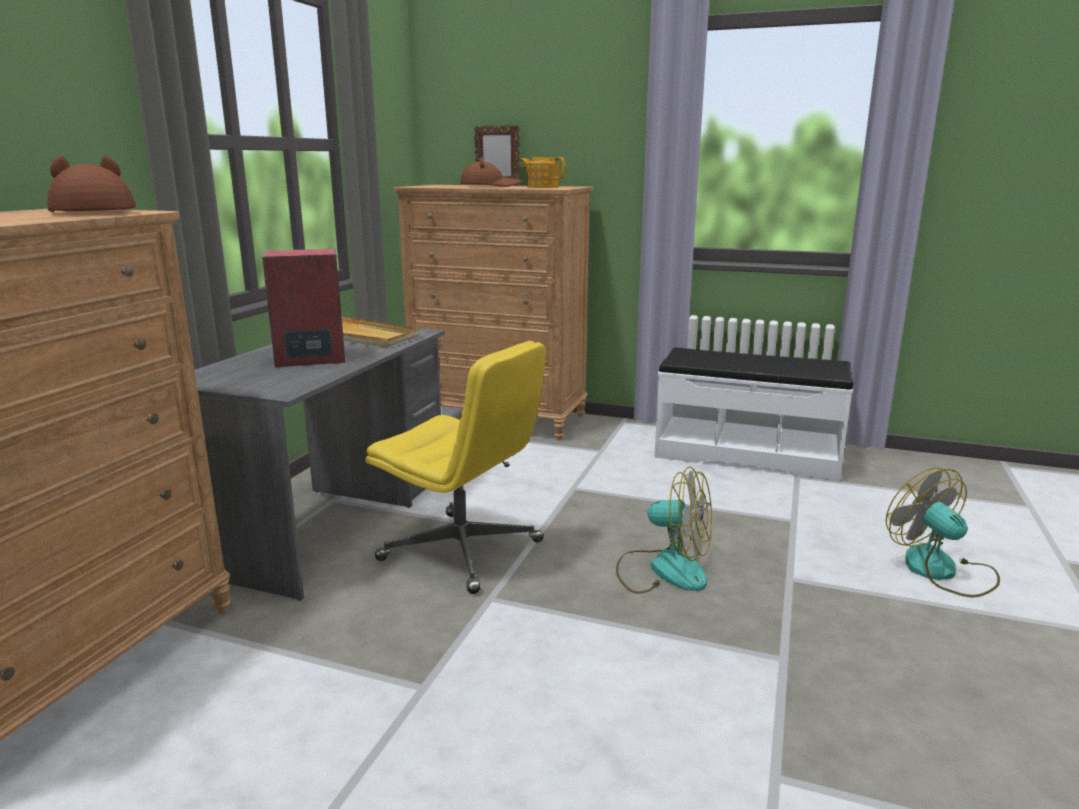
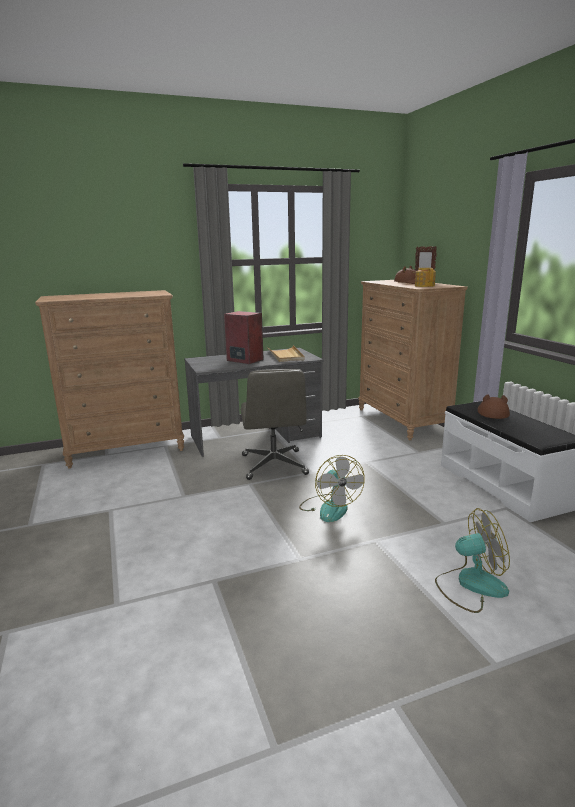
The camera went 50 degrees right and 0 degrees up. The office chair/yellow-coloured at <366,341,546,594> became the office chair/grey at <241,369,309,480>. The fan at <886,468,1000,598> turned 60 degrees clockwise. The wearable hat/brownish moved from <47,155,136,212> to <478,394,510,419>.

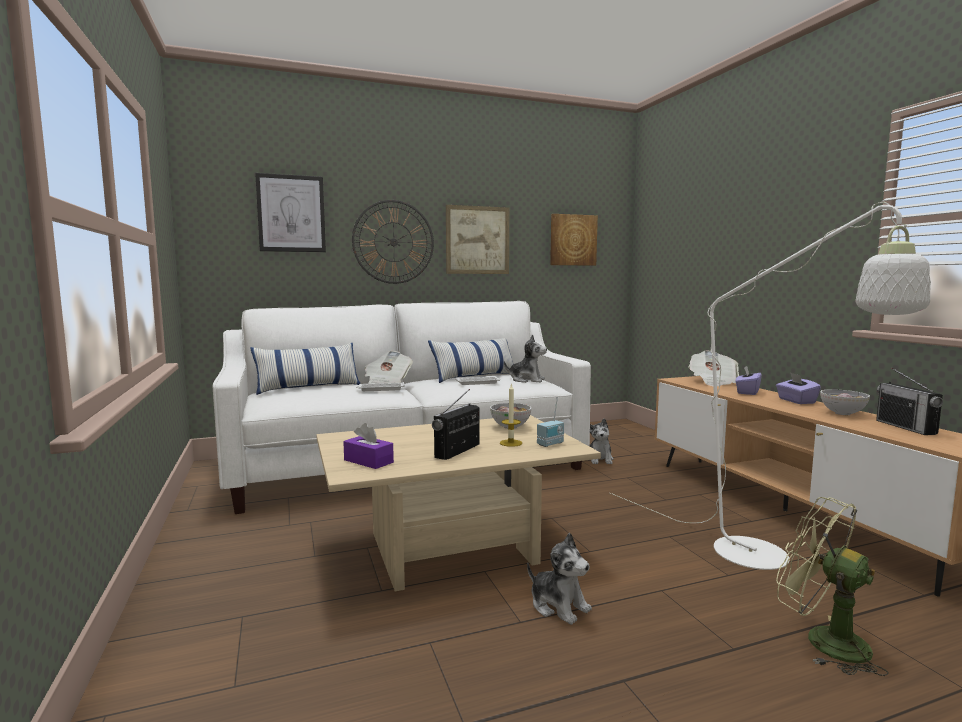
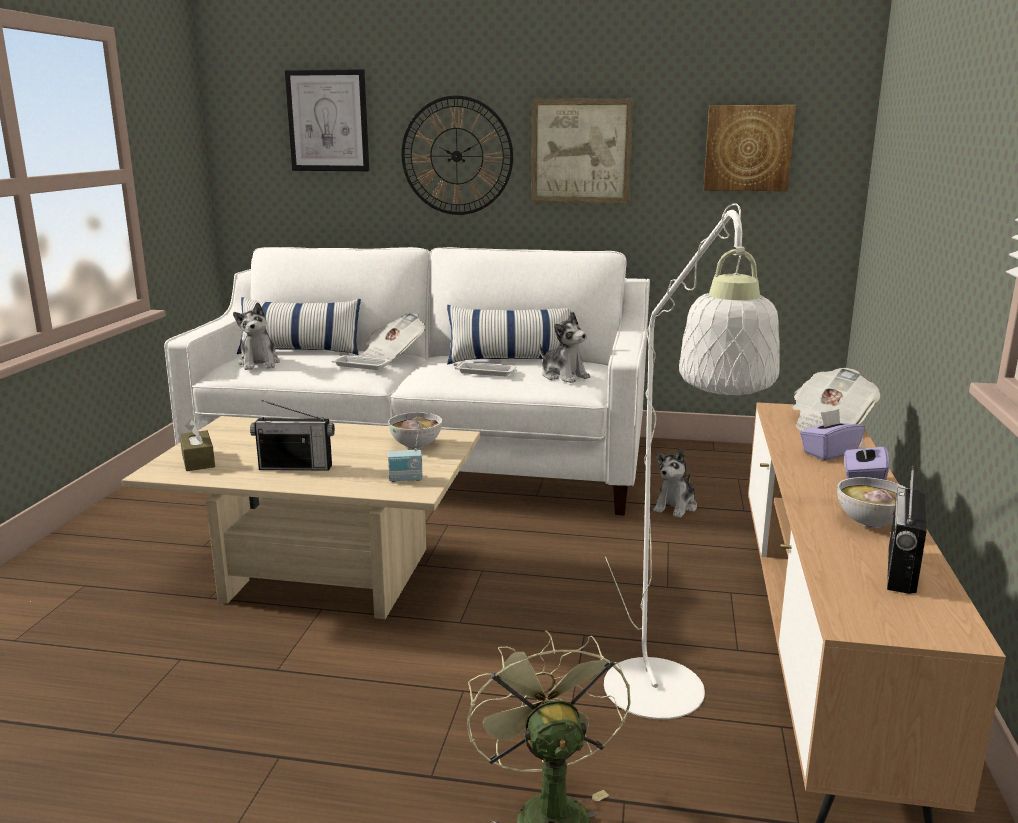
The camera went 30 degrees right and 10 degrees up. The box of tissues/purplish at <343,423,394,469> became the box of tissues/brownish at <180,419,215,471>. The plush toy moved from <527,533,592,625> to <233,302,280,370>. The radio set at <432,389,480,460> turned 150 degrees counterclockwise. The candle at <500,383,522,447> disappeared.

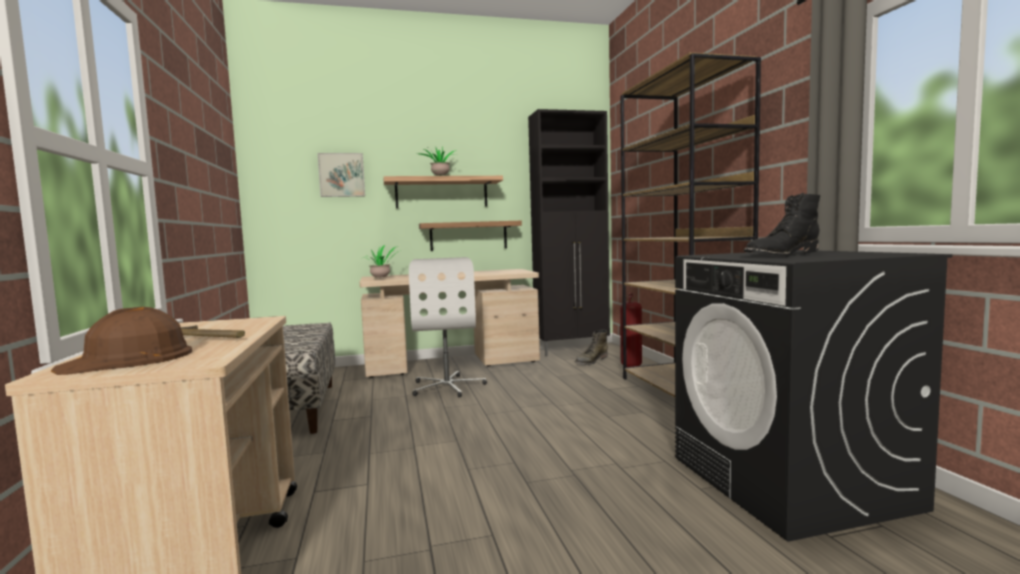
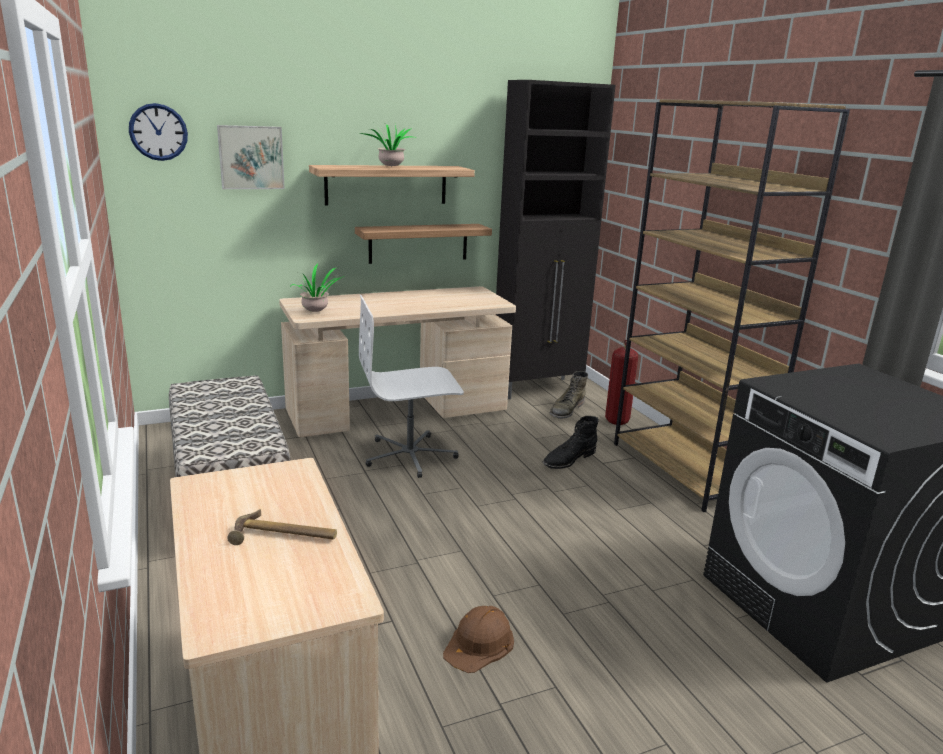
The camera went 10 degrees left and 15 degrees up. The clock on the wall at <129,103,188,161> appeared. The office chair/white-coloured at <409,257,487,397> turned 90 degrees clockwise. The work helmet/brownish moved from <51,307,192,375> to <443,606,514,673>. The high-top boot/black-coloured moved from <743,193,820,257> to <543,416,599,469>.

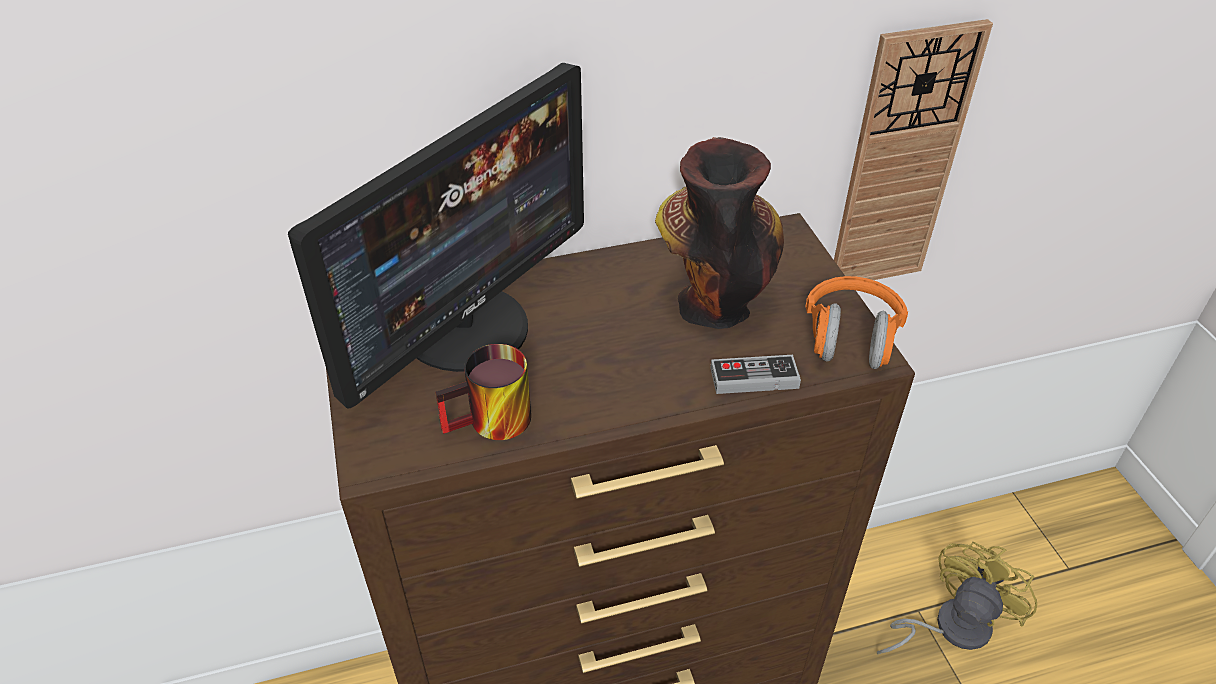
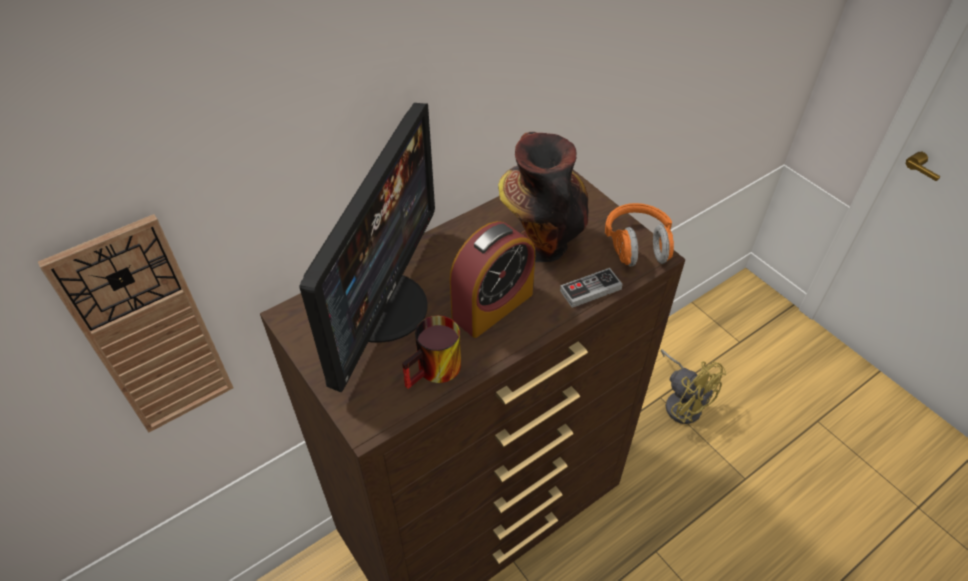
The camera went 20 degrees left and 5 degrees up. The clock on the wall moved from <834,19,993,280> to <38,214,233,432>. The bedside clock at <450,221,535,338> appeared. The fan/yellow-coloured at <877,542,1037,655> turned 120 degrees clockwise.

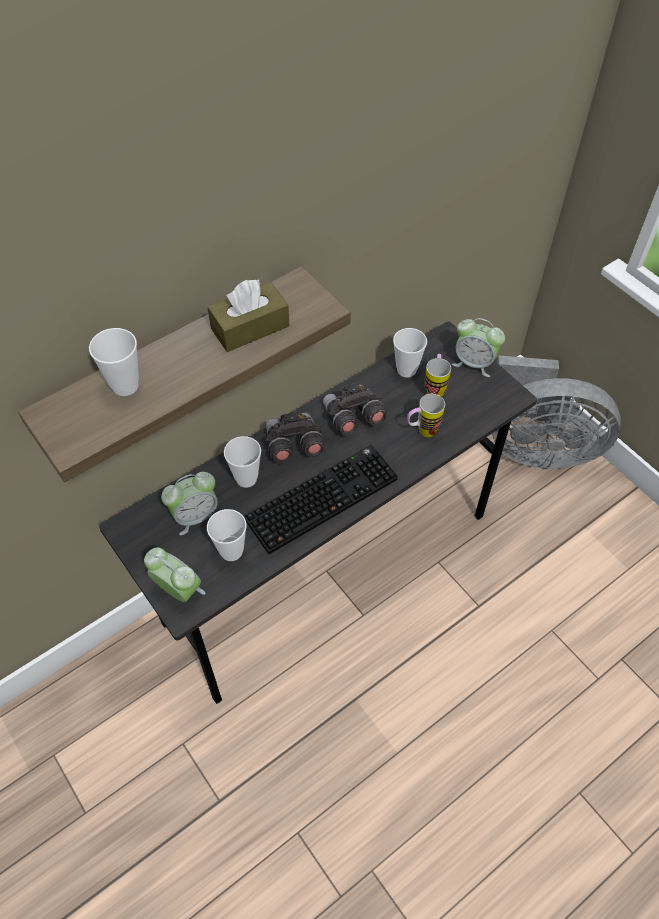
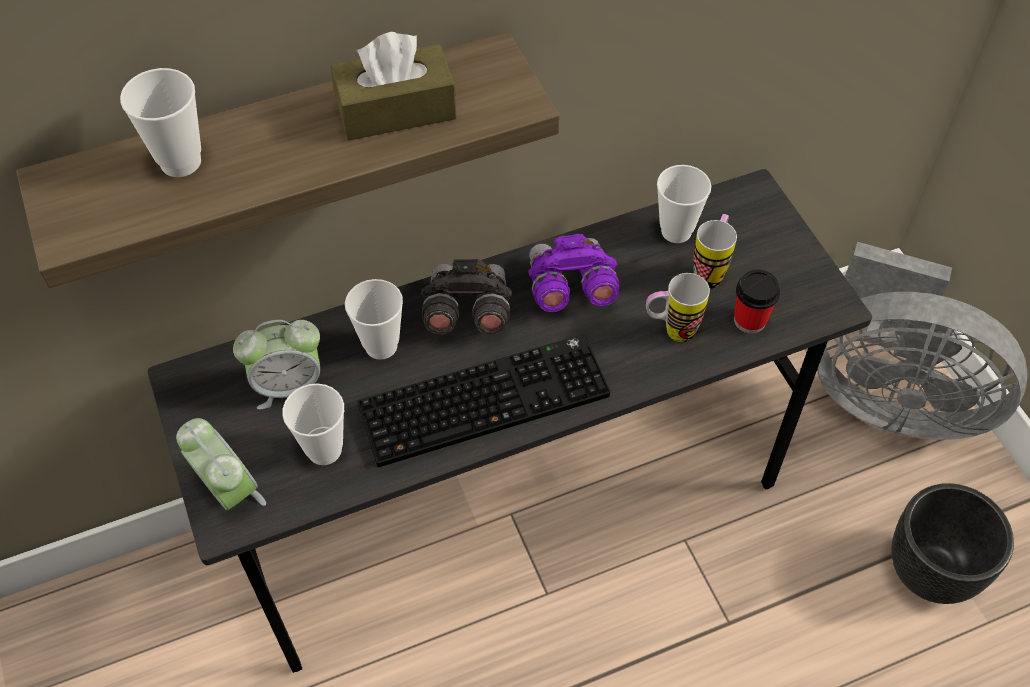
The camera went 15 degrees right and 0 degrees up. The field glasses/grey at <323,383,387,435> became the field glasses/purplish at <528,234,619,312>. The small cup at <734,270,780,334> appeared. The flower pot/black-coloured at <891,483,1014,604> appeared. The bedside clock at <452,318,505,377> disappeared.

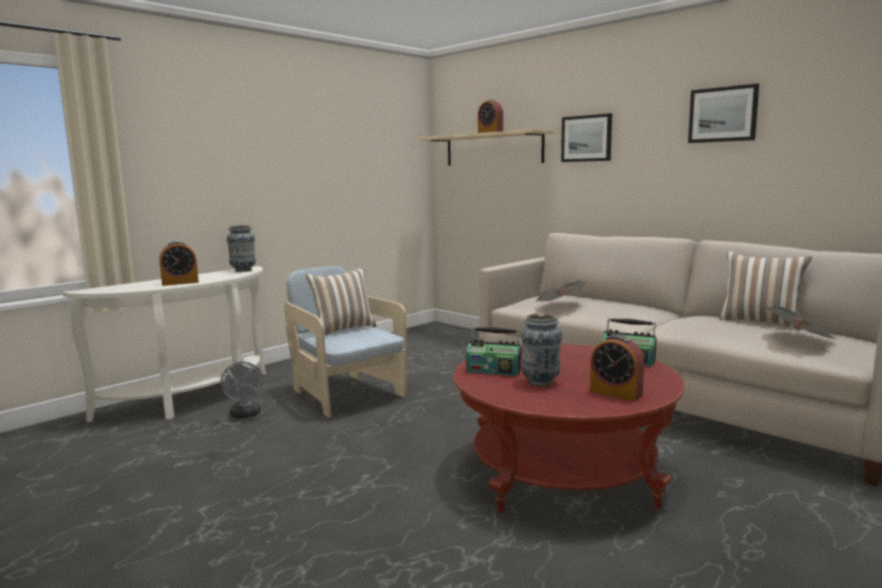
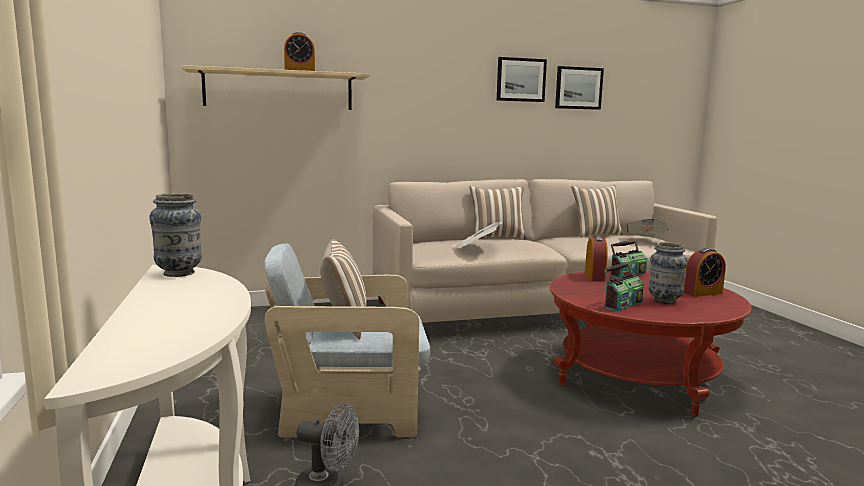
The camera went 60 degrees left and 0 degrees up. The pillow at <470,186,527,240> appeared. The wall picture moved from <561,113,612,162> to <555,66,604,110>. The bedside clock moved from <159,241,199,286> to <585,235,608,281>.

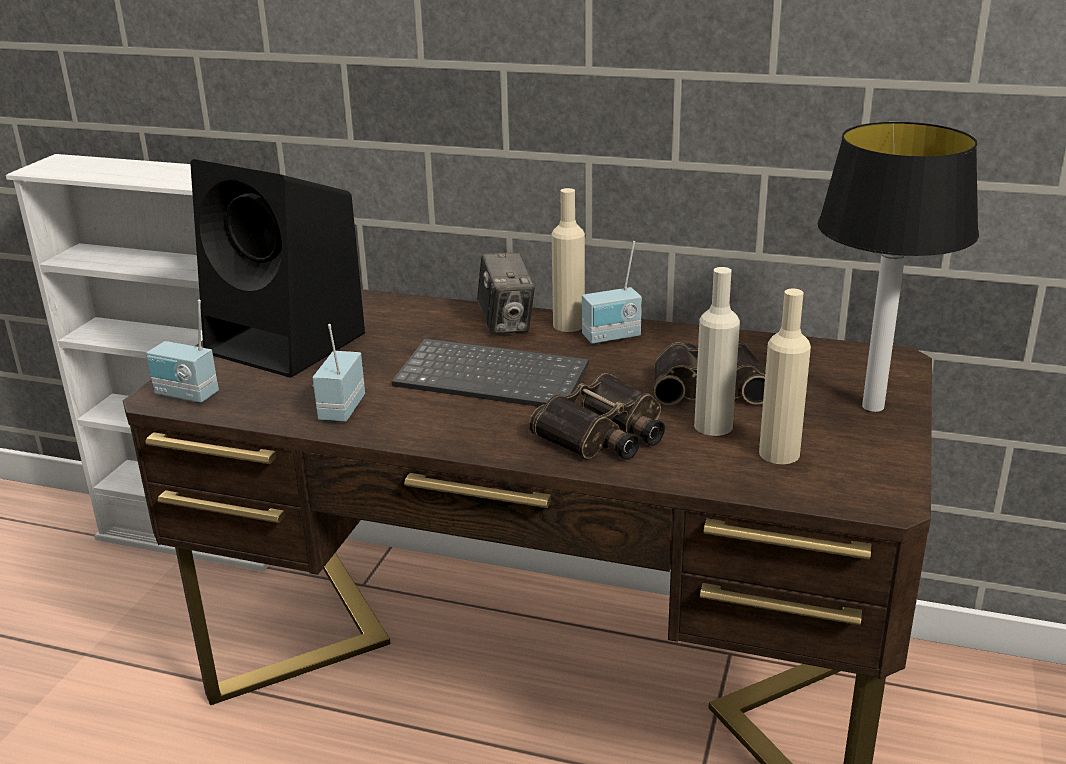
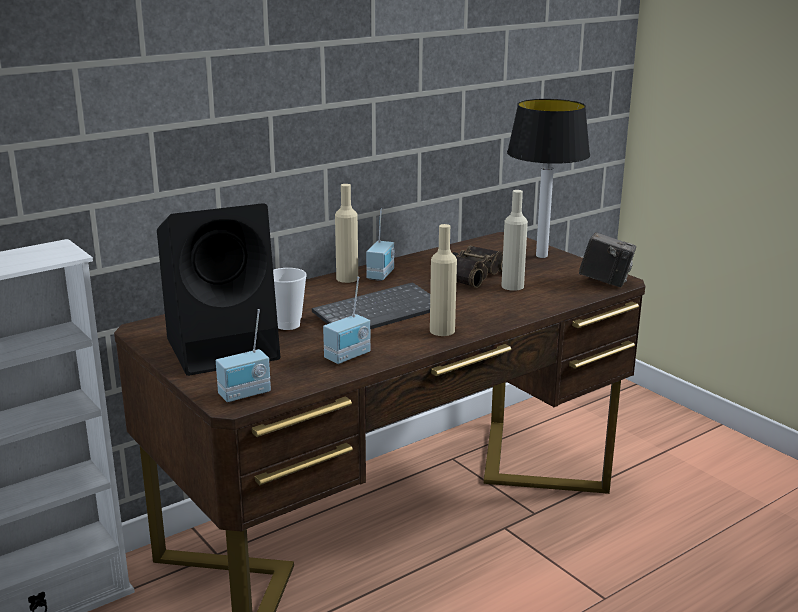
The camera went 55 degrees left and 5 degrees down. The small cup at <273,268,307,330> appeared. The radio set at <313,324,365,422> turned 90 degrees counterclockwise. The beverage bottle/beige-coloured moved from <759,289,811,464> to <430,224,457,336>. The photo camera moved from <477,253,535,334> to <579,232,636,287>. The field glasses at <529,373,665,460> disappeared.

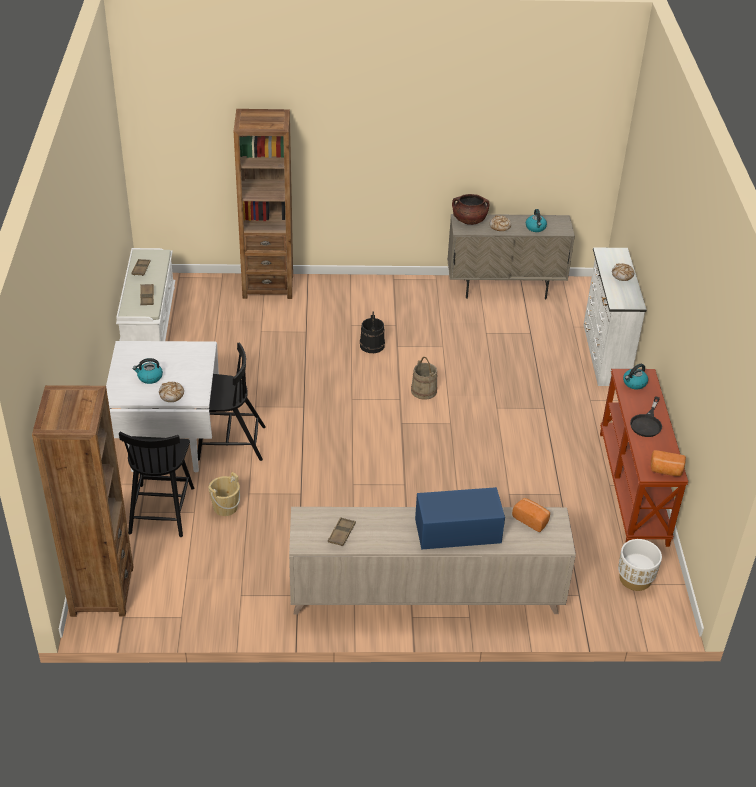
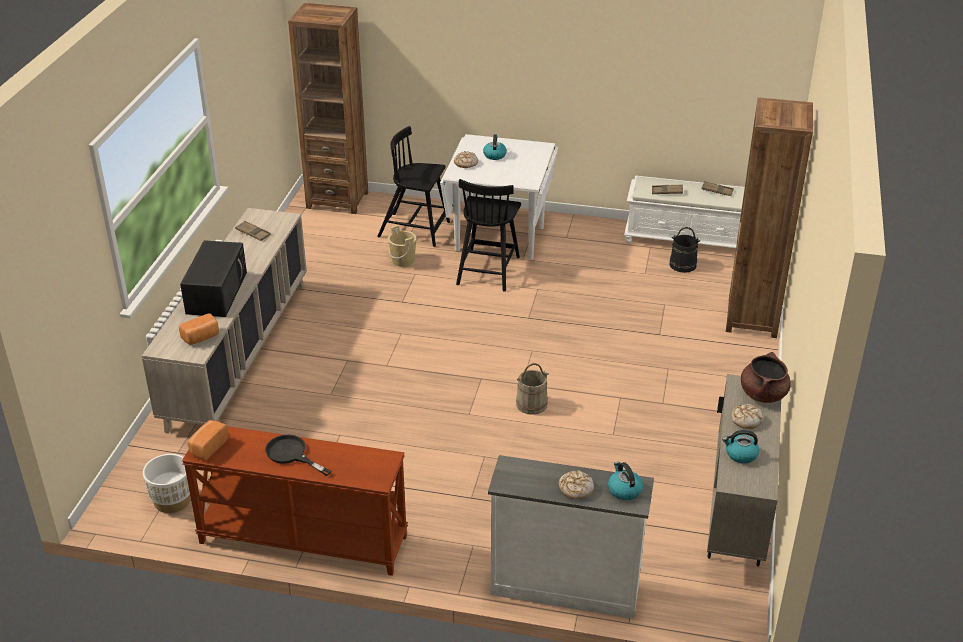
The camera went 105 degrees right and 5 degrees down. The kitchen microwave/blue at <415,487,505,549> became the kitchen microwave/black-coloured at <180,240,247,317>. The water kettle moved from <623,364,648,390> to <608,462,643,500>. The water bucket/black-coloured moved from <360,311,385,353> to <669,227,701,273>.

